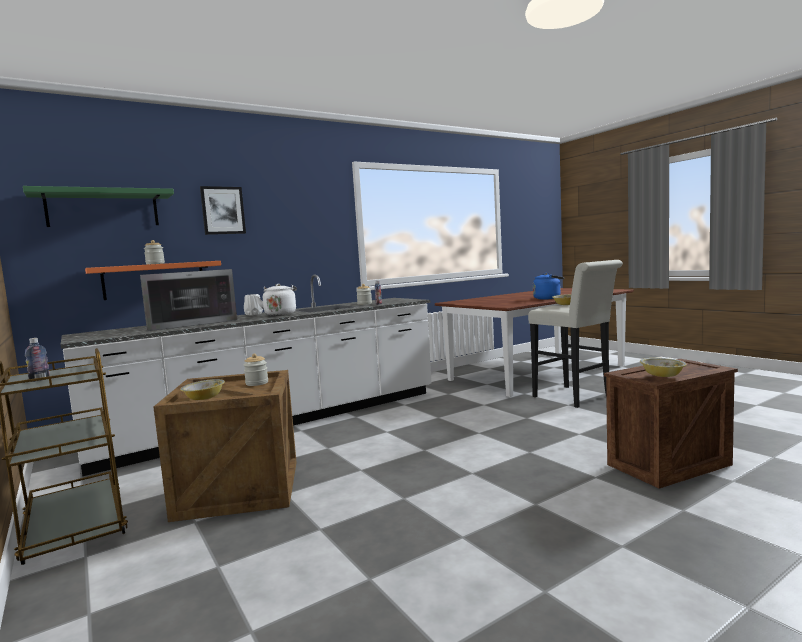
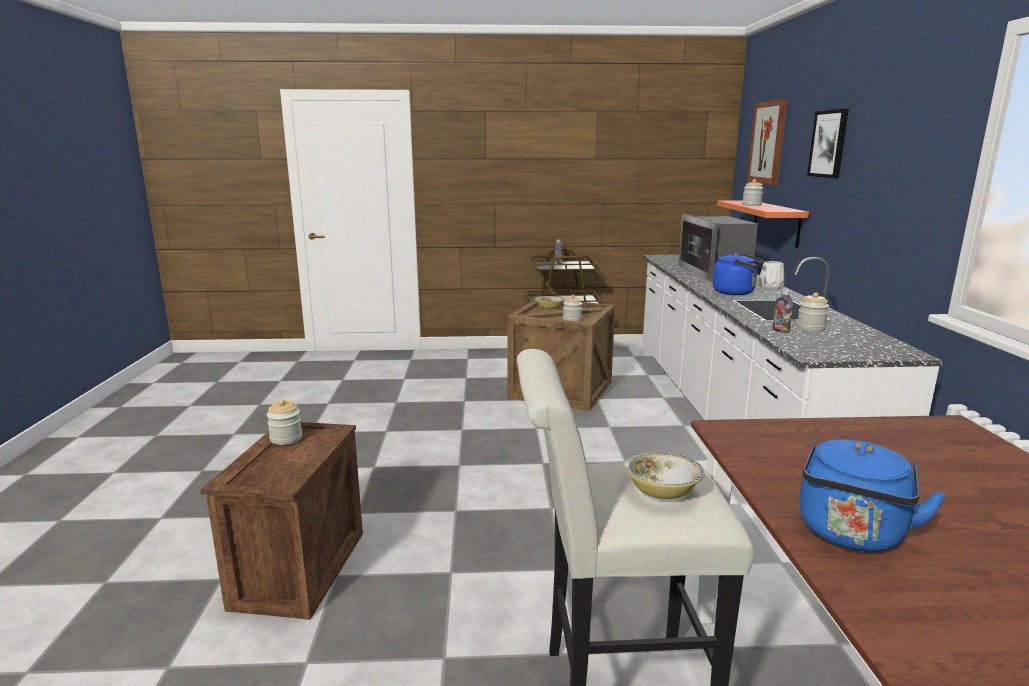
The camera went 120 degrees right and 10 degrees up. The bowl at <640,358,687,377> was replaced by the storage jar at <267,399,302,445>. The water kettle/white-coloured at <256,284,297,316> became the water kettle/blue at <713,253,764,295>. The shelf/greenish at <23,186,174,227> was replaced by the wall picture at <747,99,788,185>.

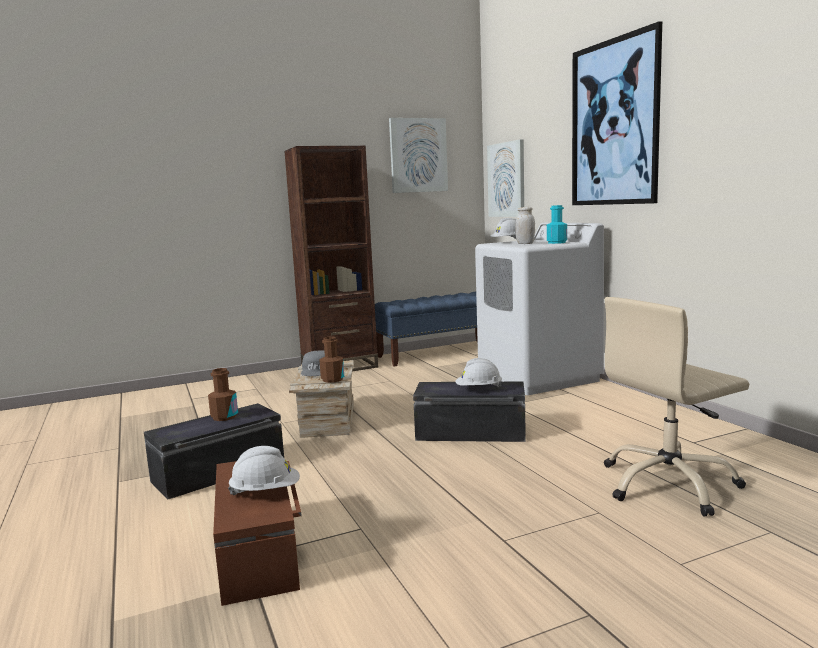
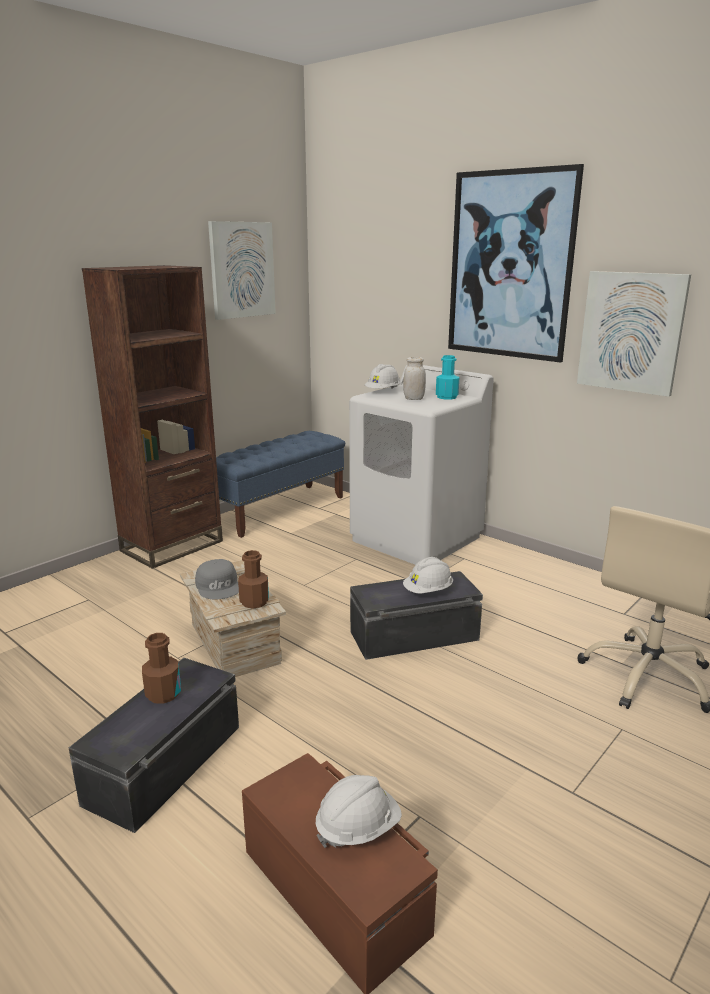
The camera went 25 degrees left and 10 degrees up. The wall picture moved from <487,139,524,217> to <577,271,691,397>.

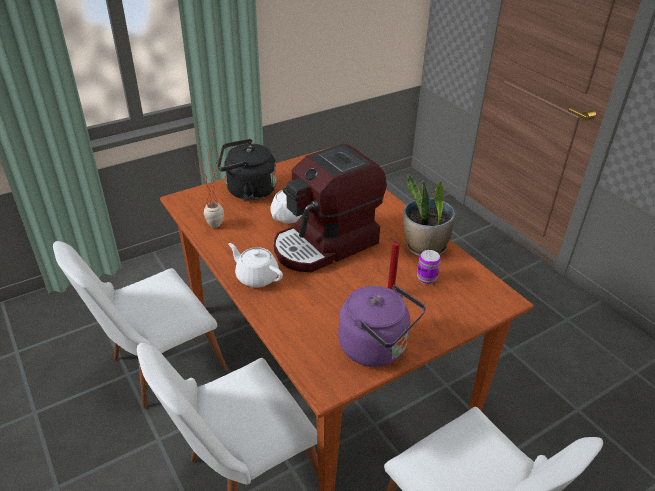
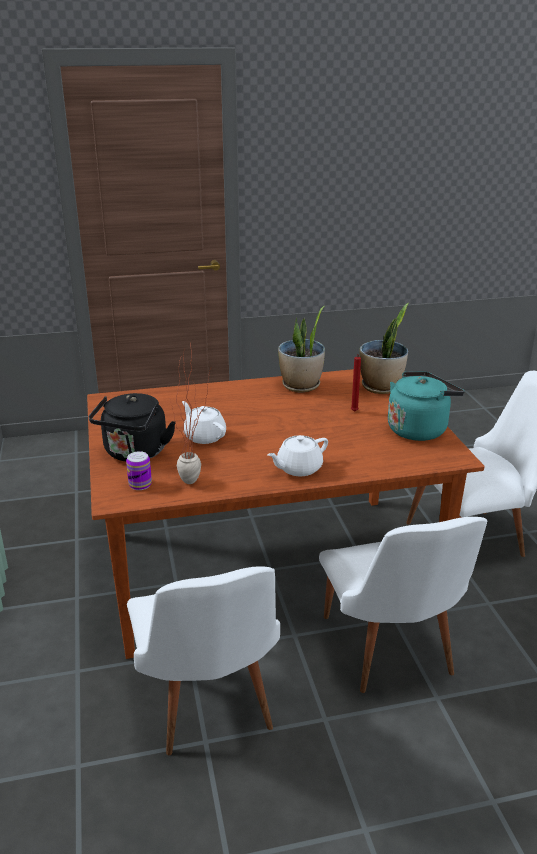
The camera went 70 degrees left and 10 degrees down. The metal can moved from <417,250,441,284> to <126,451,152,490>. The potted plant at <360,303,408,394> appeared. The water kettle/purplish at <338,285,426,367> became the water kettle/turquoise-coloured at <388,371,465,441>. The coffee maker at <274,144,387,272> disappeared.

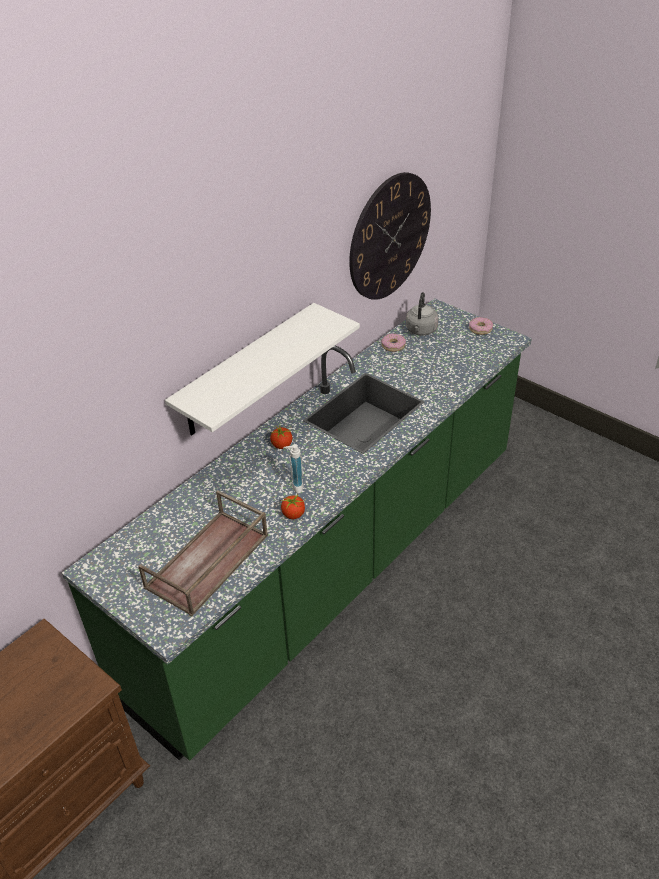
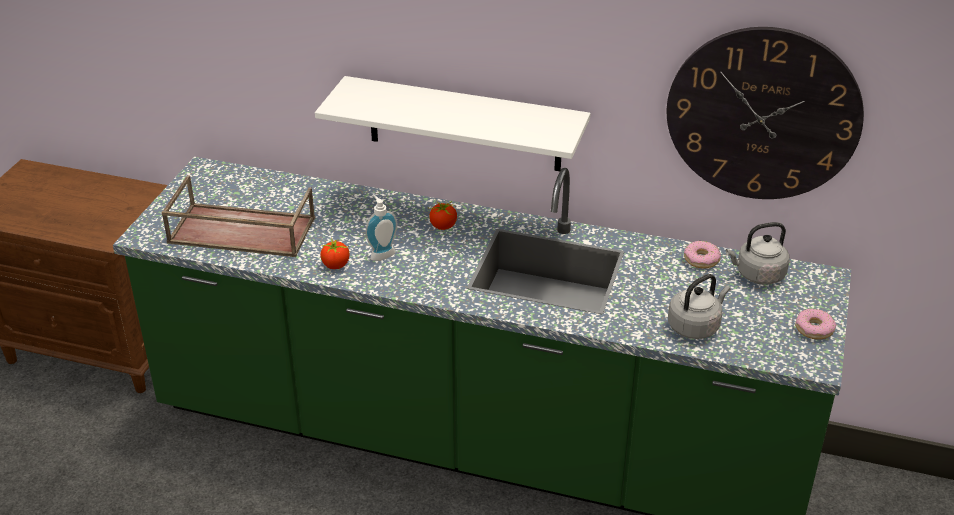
The camera went 65 degrees right and 5 degrees down. The water kettle/grey at <668,274,730,339> appeared.

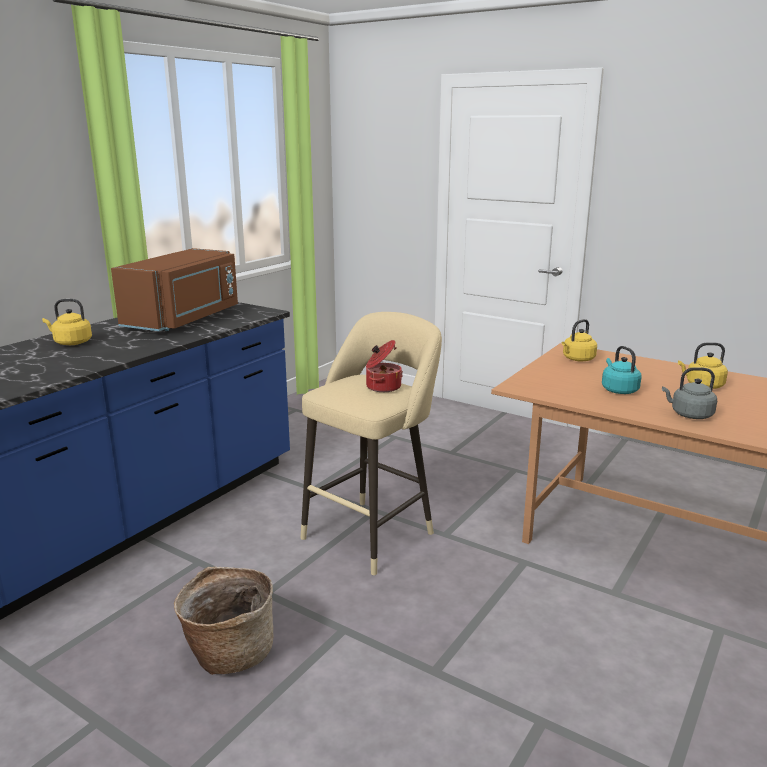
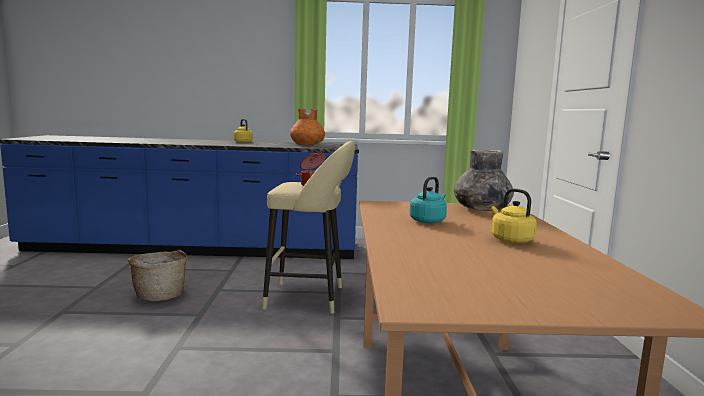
The camera went 55 degrees right and 10 degrees down. The kitchen microwave/brownish at <111,248,238,331> was replaced by the flower vase/orange-coloured at <290,109,325,145>. The water kettle/yellow-coloured at <562,319,597,362> was replaced by the flower vase/grey at <454,149,514,211>. The water kettle/grey at <662,367,717,419> disappeared.

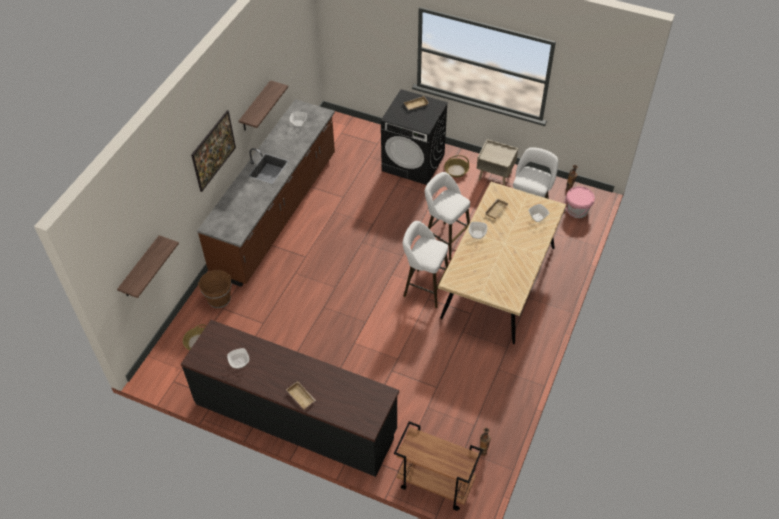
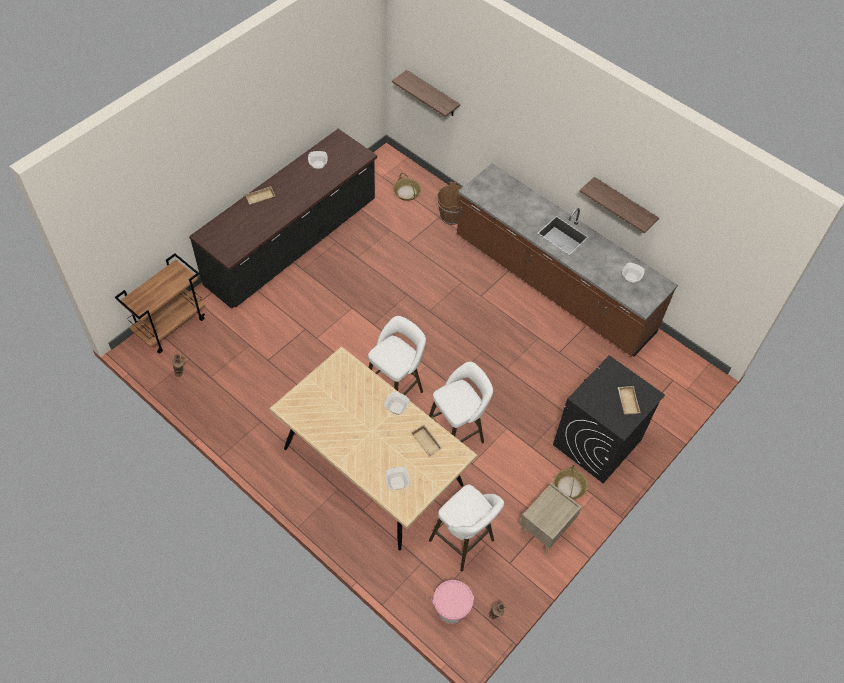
The camera went 105 degrees right and 5 degrees up. The wall picture at <191,110,236,192> disappeared.

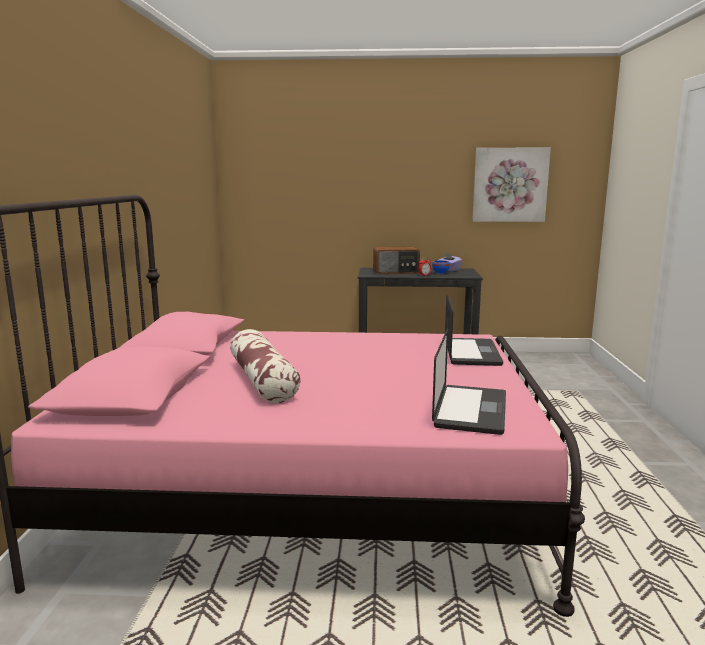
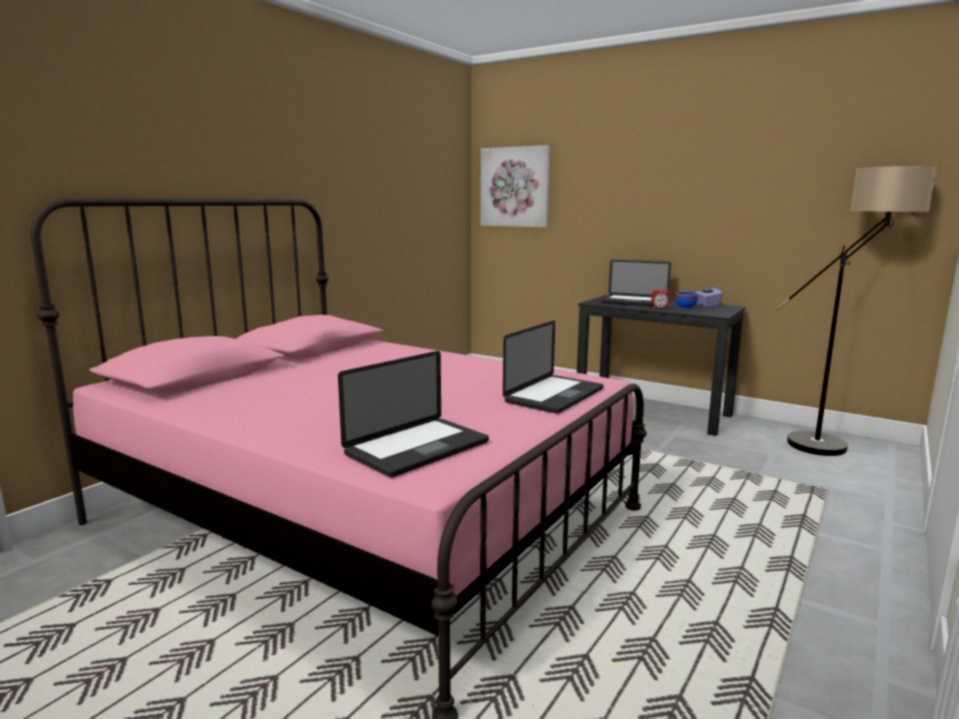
The camera went 30 degrees right and 0 degrees up. The wall picture moved from <472,148,551,222> to <480,145,550,228>. The radio set at <373,246,420,274> was replaced by the portable computer at <601,260,671,306>. The standard lamp at <776,166,937,456> appeared. The pillow at <230,329,300,403> disappeared.

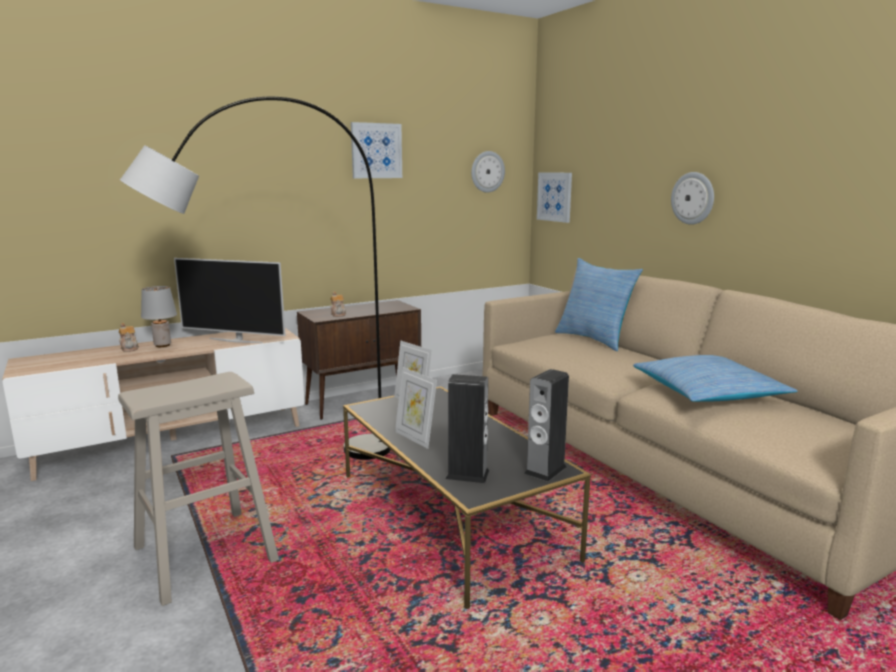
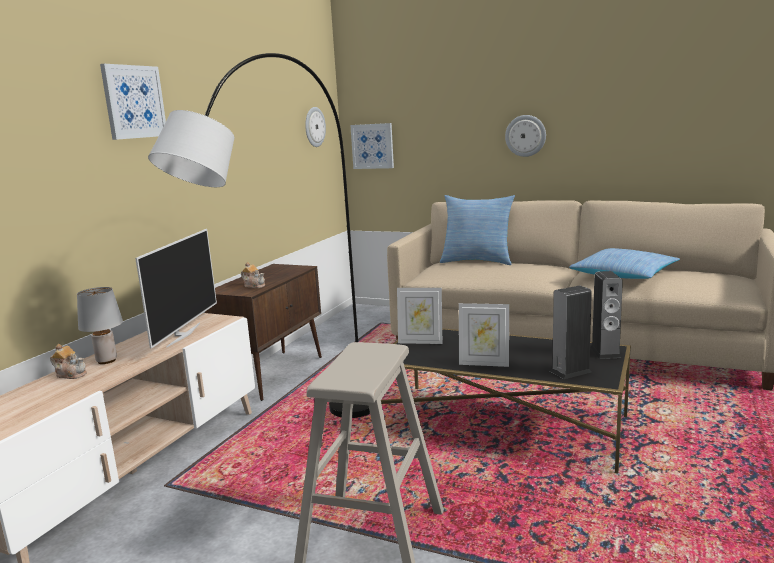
The camera went 35 degrees left and 0 degrees up. The wall picture moved from <351,122,402,178> to <100,64,166,140>. The TV set at <174,258,286,343> turned 60 degrees counterclockwise.

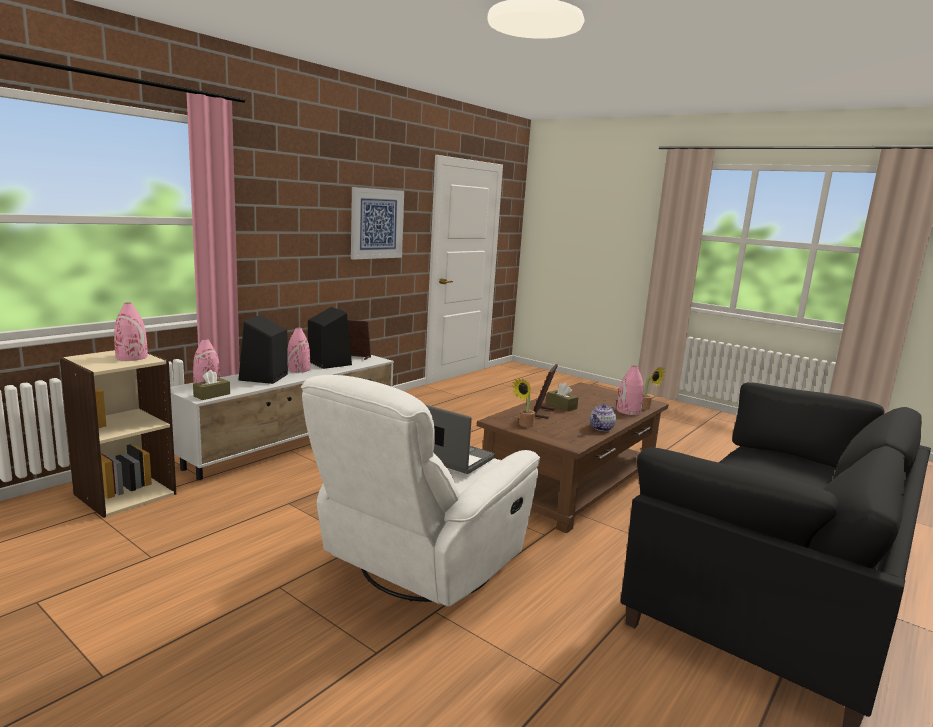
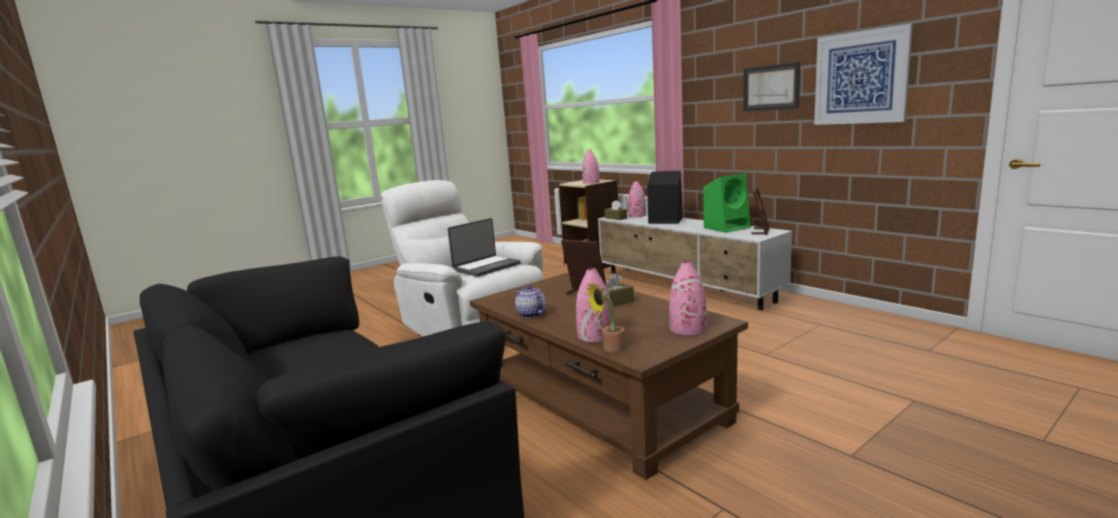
The camera went 105 degrees right and 0 degrees up. The flower vase/pinkish moved from <287,327,310,373> to <669,261,707,335>. The loudspeaker/black-coloured at <308,307,352,369> became the loudspeaker/greenish at <703,173,750,233>. The wall picture at <743,62,800,111> appeared. The potted plant at <511,378,535,427> disappeared.

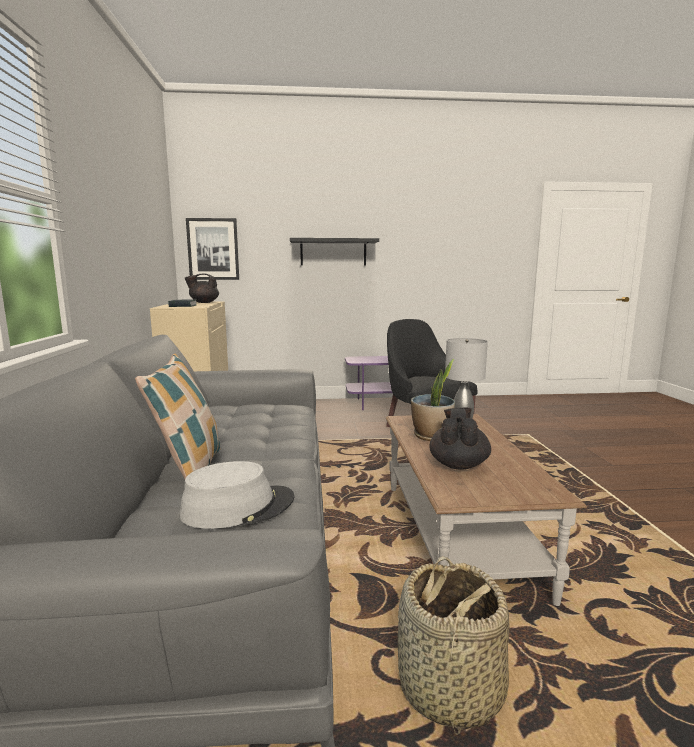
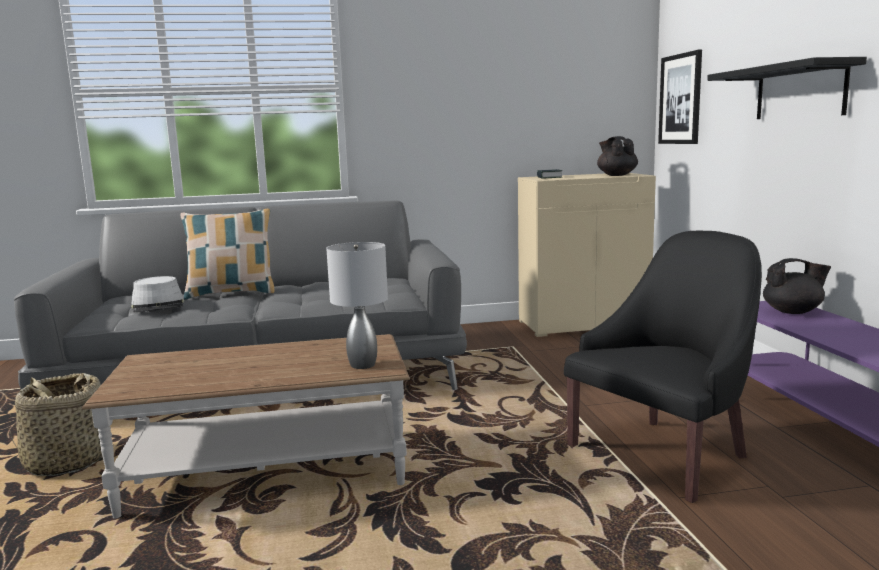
The camera went 85 degrees right and 0 degrees up. The teapot/black-coloured moved from <429,408,491,470> to <763,258,831,314>. The potted plant at <411,359,455,441> disappeared.

